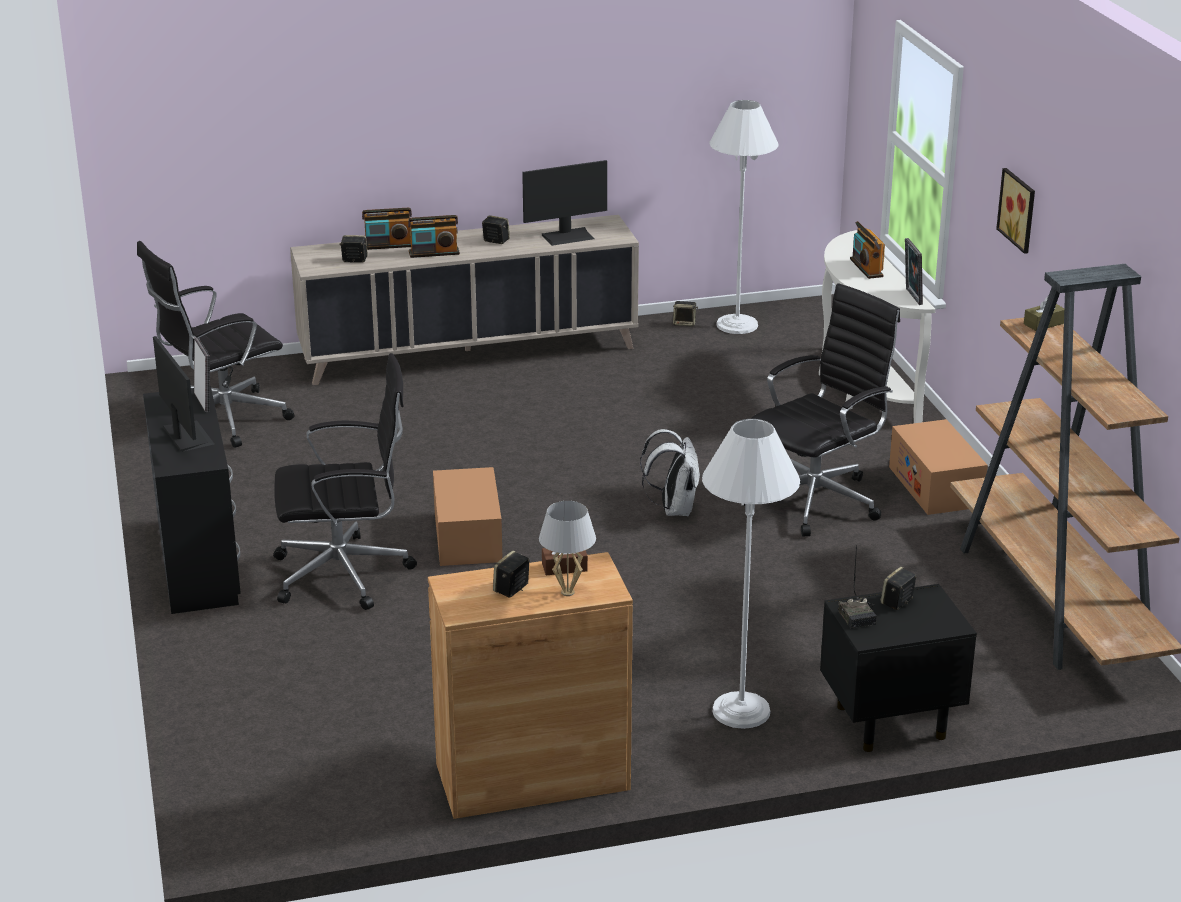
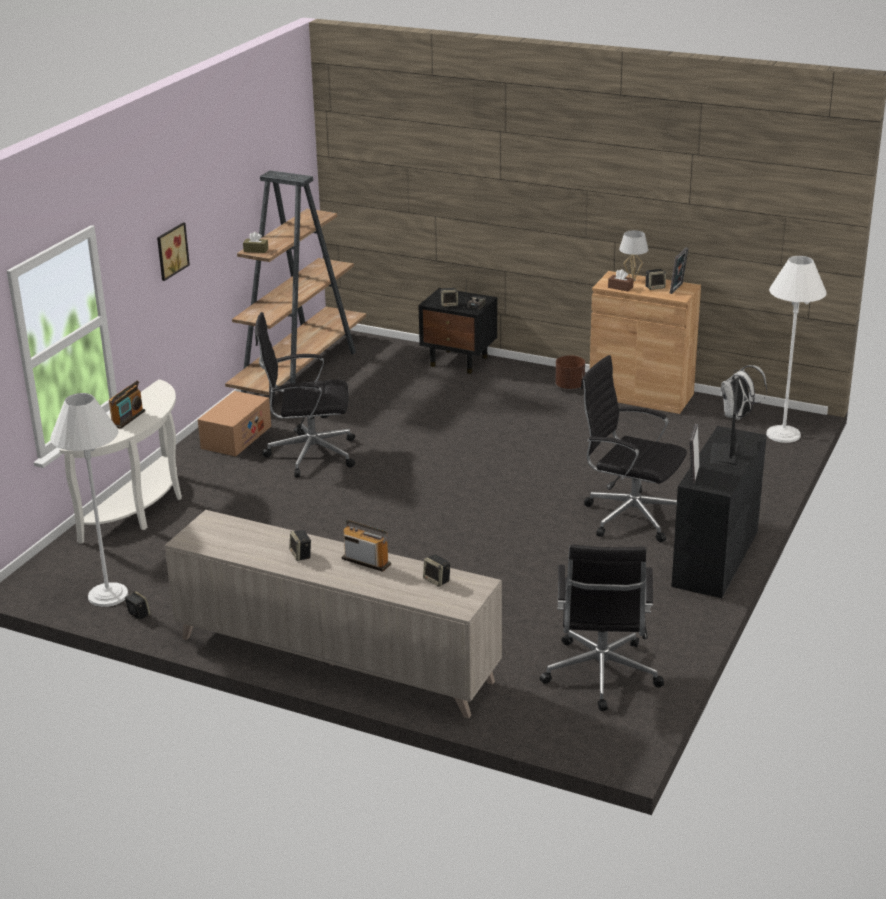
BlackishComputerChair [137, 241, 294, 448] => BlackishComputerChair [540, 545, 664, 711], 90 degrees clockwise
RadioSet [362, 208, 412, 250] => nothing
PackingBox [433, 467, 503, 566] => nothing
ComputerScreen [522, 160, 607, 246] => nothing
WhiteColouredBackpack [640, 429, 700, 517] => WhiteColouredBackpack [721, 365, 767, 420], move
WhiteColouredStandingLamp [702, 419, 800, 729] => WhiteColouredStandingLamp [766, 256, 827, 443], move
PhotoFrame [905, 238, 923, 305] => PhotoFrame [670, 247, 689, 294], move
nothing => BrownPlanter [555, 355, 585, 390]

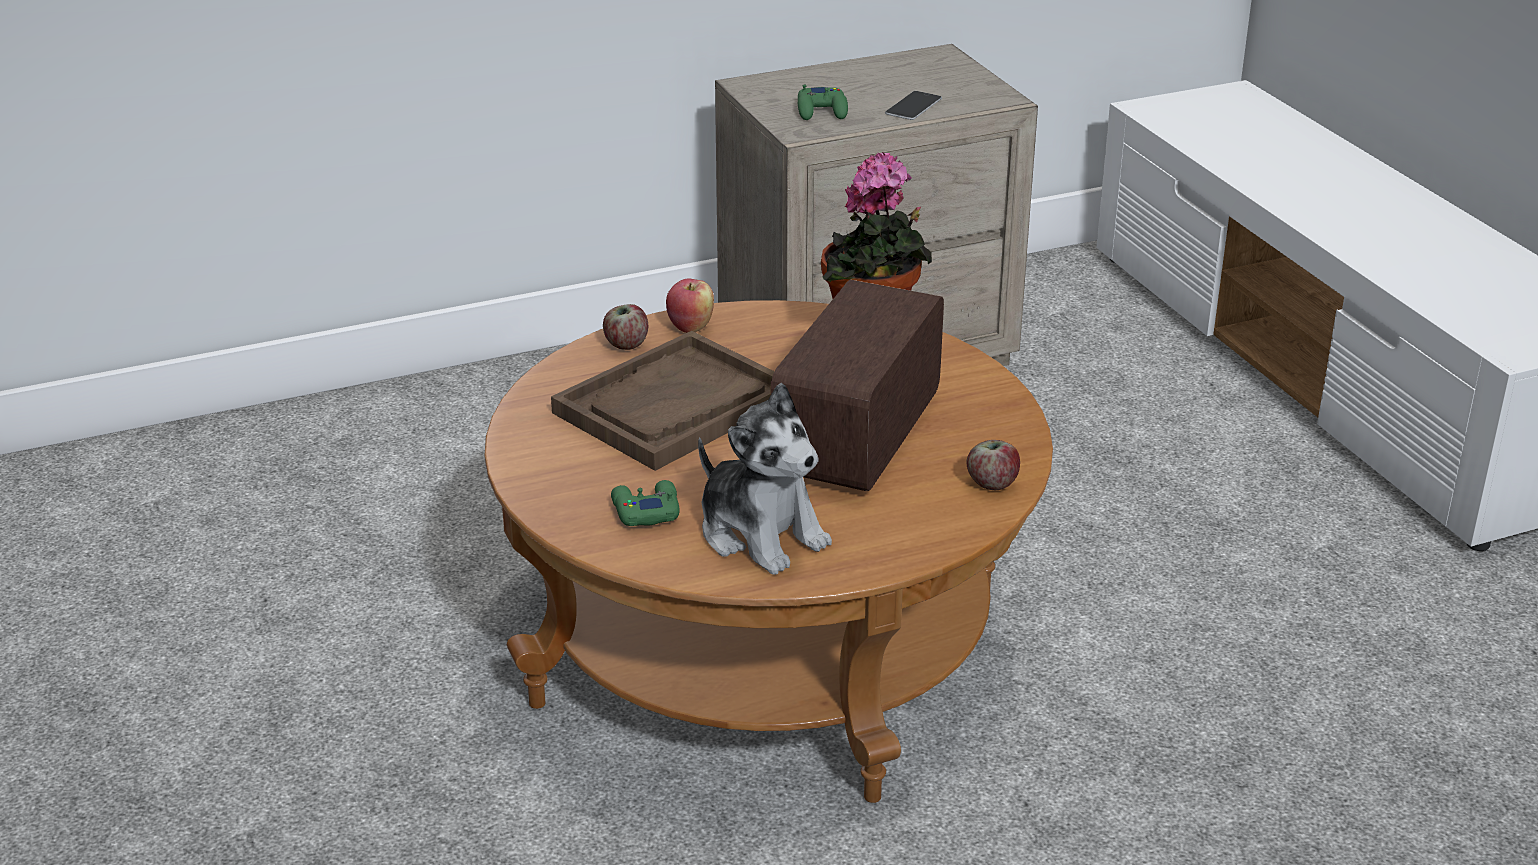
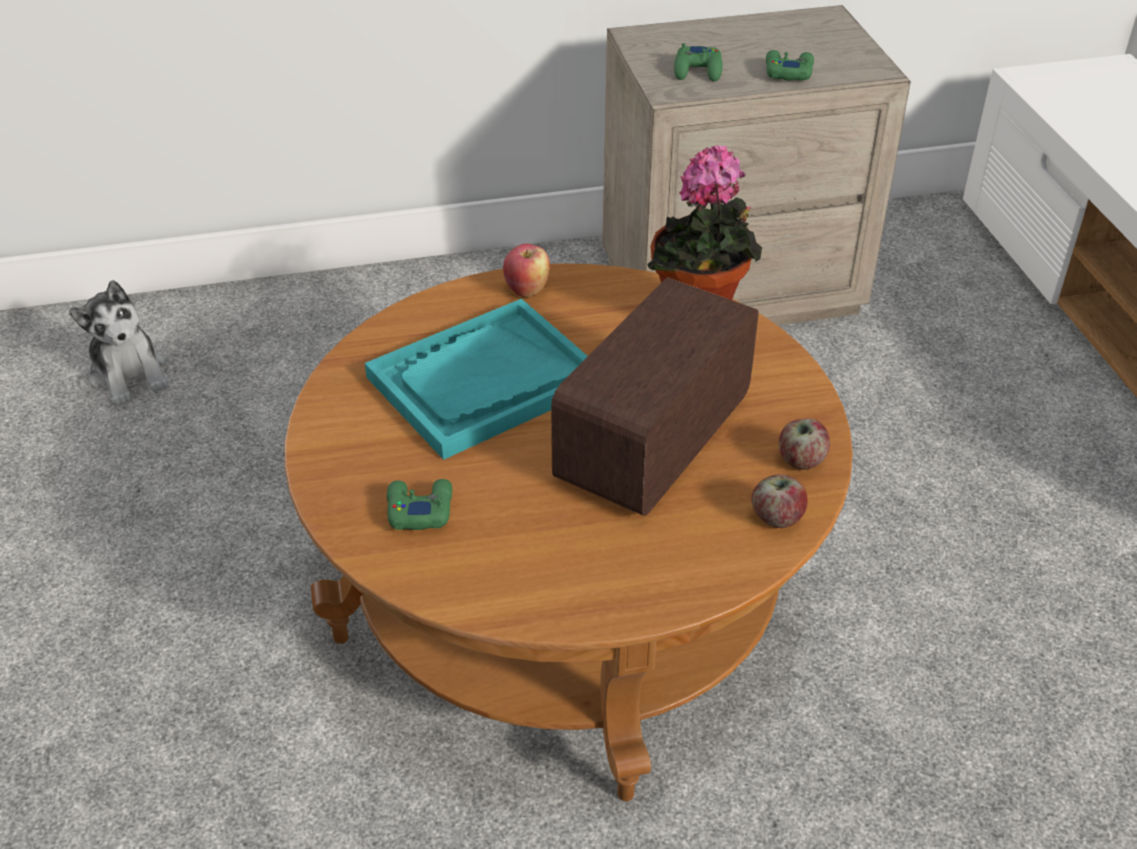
BrownServingTray [551, 331, 774, 471] => BlueGreenServingTray [365, 299, 588, 460]
WholeApple [603, 304, 648, 350] => WholeApple [779, 419, 830, 470], move
CuddlyToy [698, 382, 832, 575] => CuddlyToy [69, 280, 169, 406], move
Phone [885, 91, 942, 120] => GreenGamepad [766, 50, 814, 80]

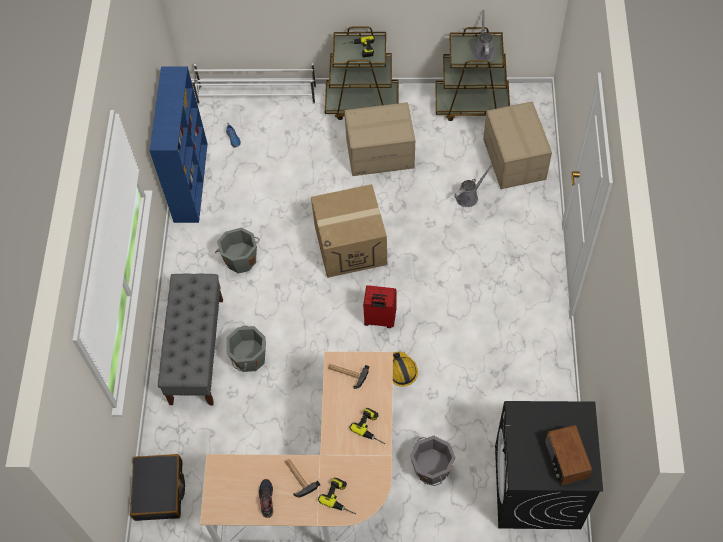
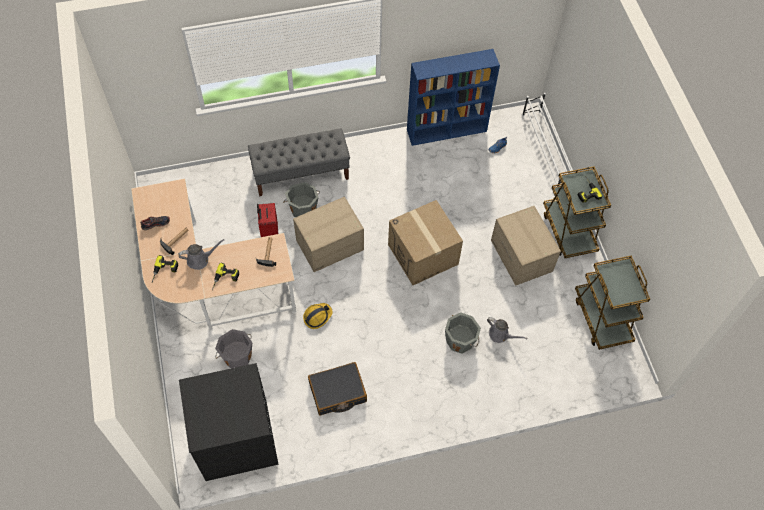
BlackishTravelCase [130, 454, 185, 521] => BlackishTravelCase [308, 362, 367, 415], move
GrayPail [215, 227, 260, 273] => GrayPail [445, 312, 481, 354], move
RedTravelCase [363, 285, 397, 328] => RedTravelCase [257, 203, 278, 237], move
GraySprinklingCan [473, 10, 495, 63] => GraySprinklingCan [178, 239, 224, 270], move
PackingBox [483, 101, 552, 189] => PackingBox [293, 197, 364, 272], move
RadioSet [545, 425, 592, 485] => nothing

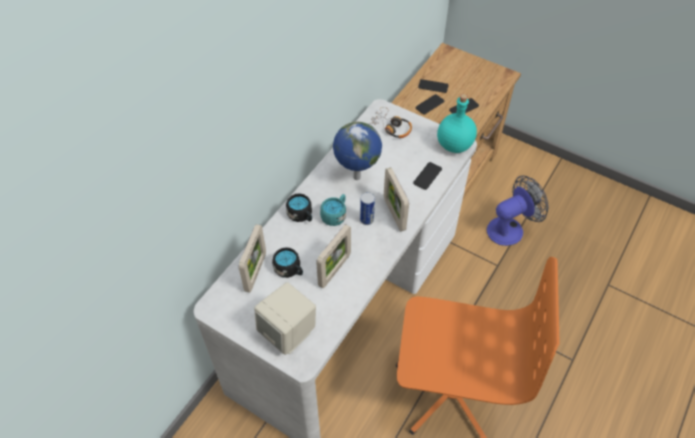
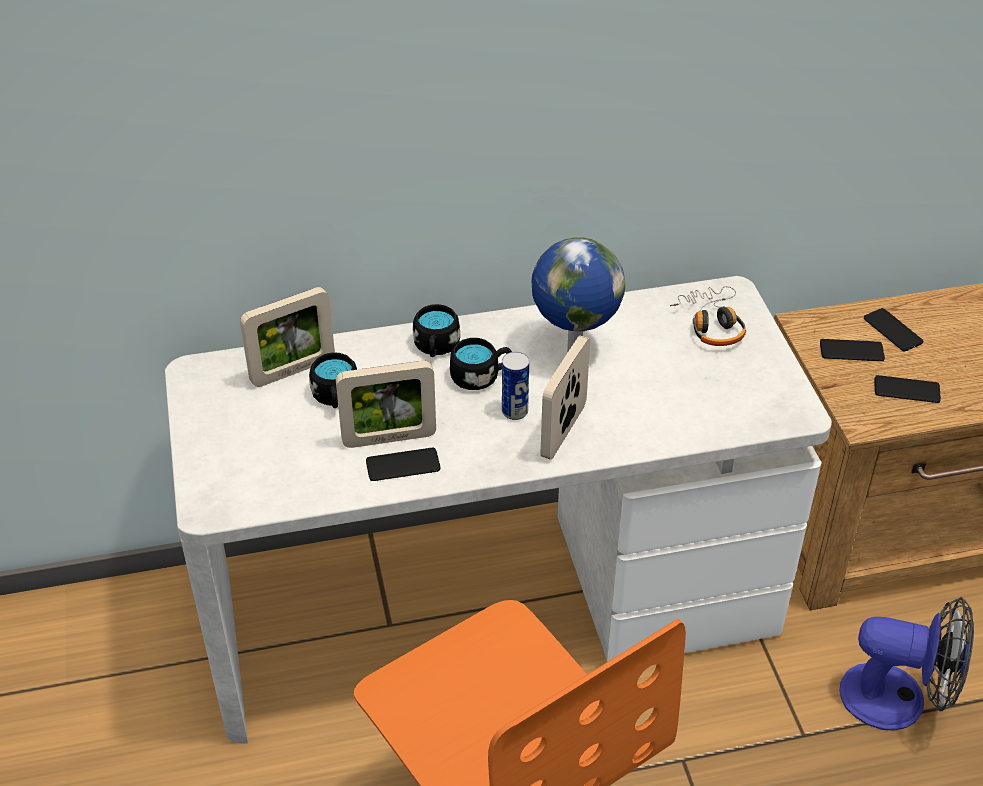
BeigeColouredAudioSpeaker [254, 282, 316, 355] => nothing
BlueGreenTeaMug [320, 194, 346, 226] => BlackishTeaMug [450, 338, 512, 390]
Phone [413, 162, 442, 190] => Phone [366, 448, 440, 481], move
BlueGreenBeverageBottle [437, 94, 477, 153] => nothing

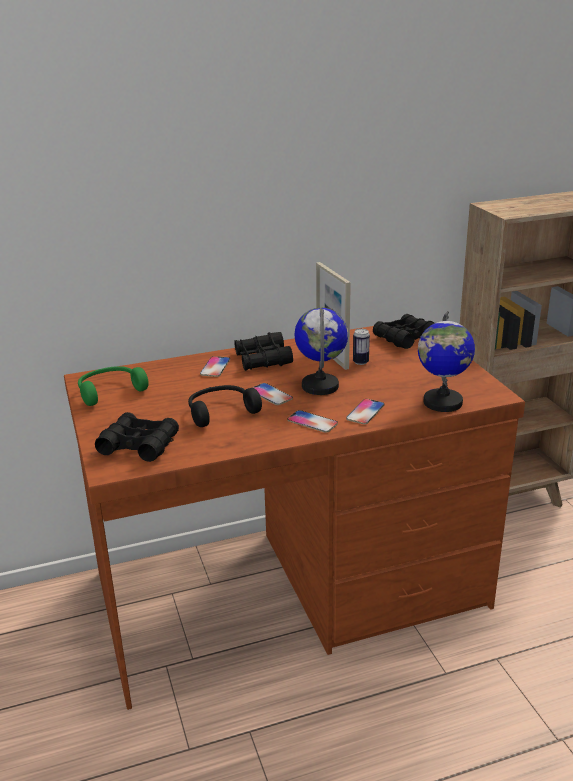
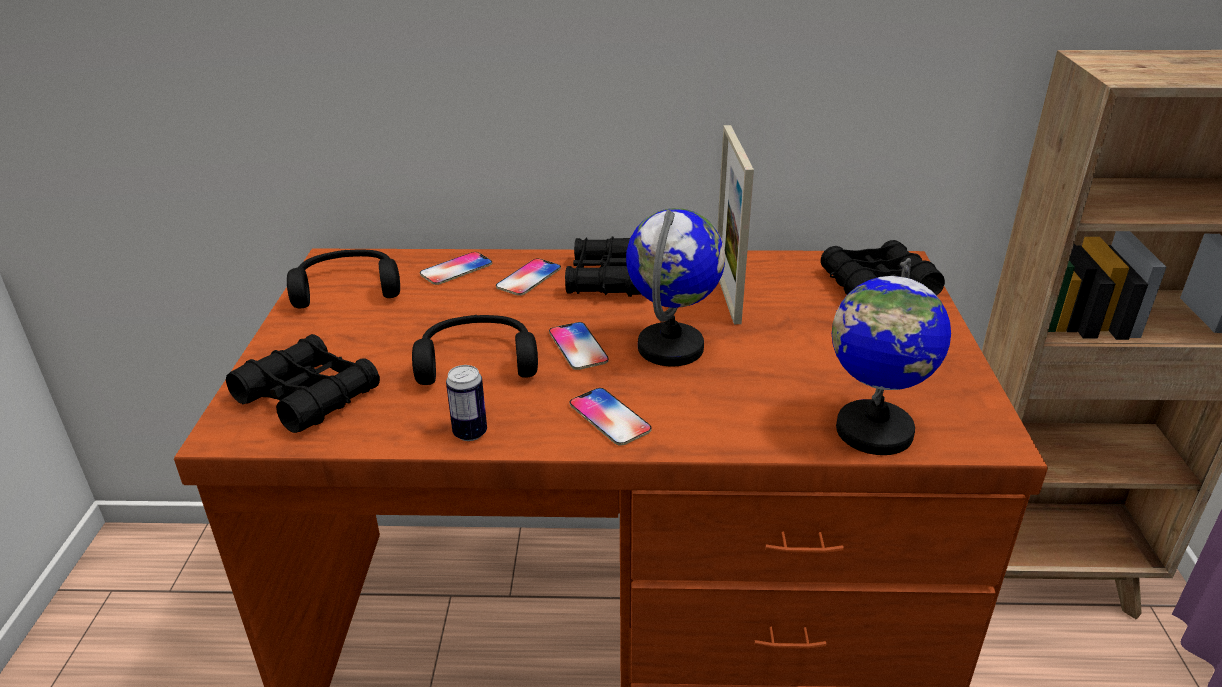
GreenHeadset [78, 366, 149, 406] => BlackishHeadset [287, 250, 400, 308]
Phone [346, 399, 384, 424] => Phone [420, 252, 492, 285], move
SealedCan [353, 329, 370, 365] => SealedCan [446, 365, 487, 441], move

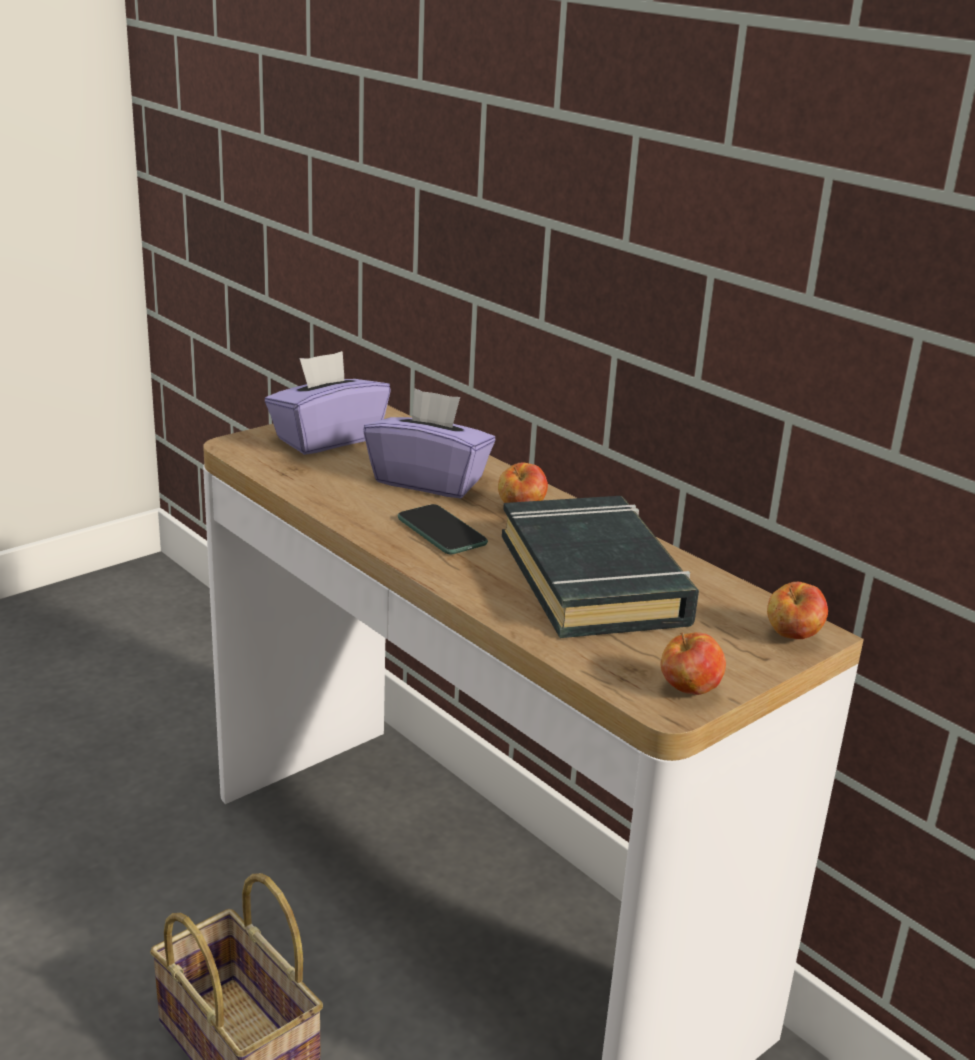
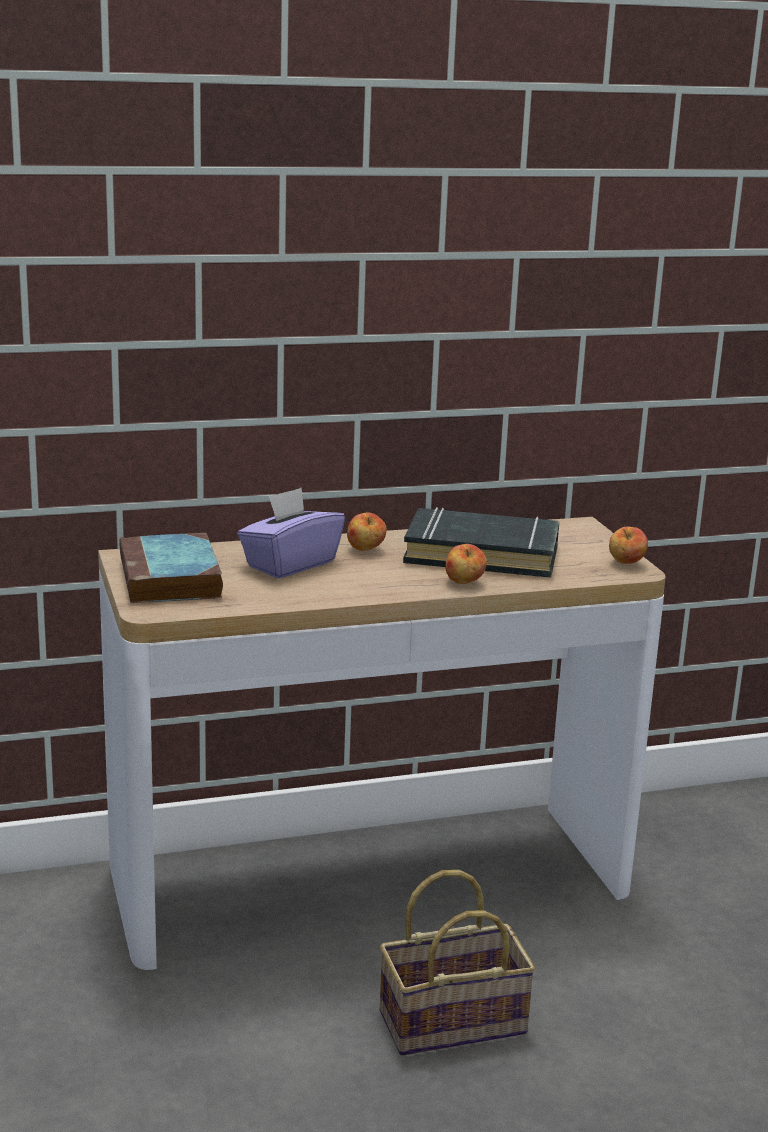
PurpleColouredBoxOfTissues [265, 351, 391, 455] => Book [119, 533, 223, 603]
Phone [398, 504, 488, 554] => nothing
WholeApple [767, 582, 828, 639] => WholeApple [445, 544, 487, 584], move

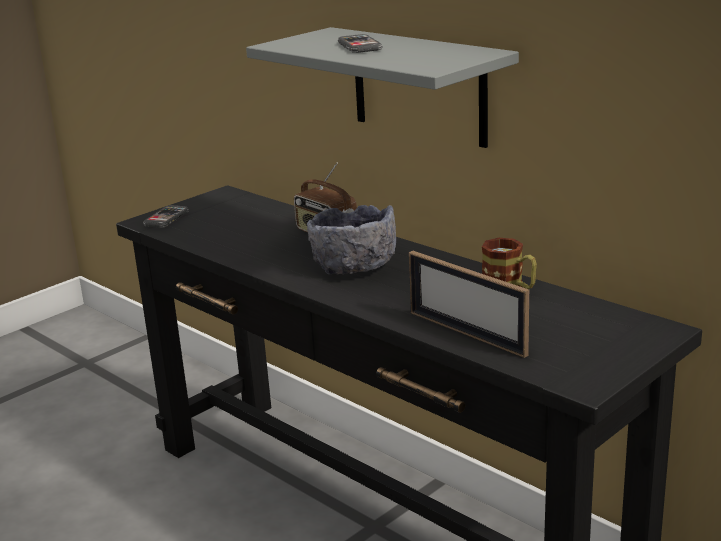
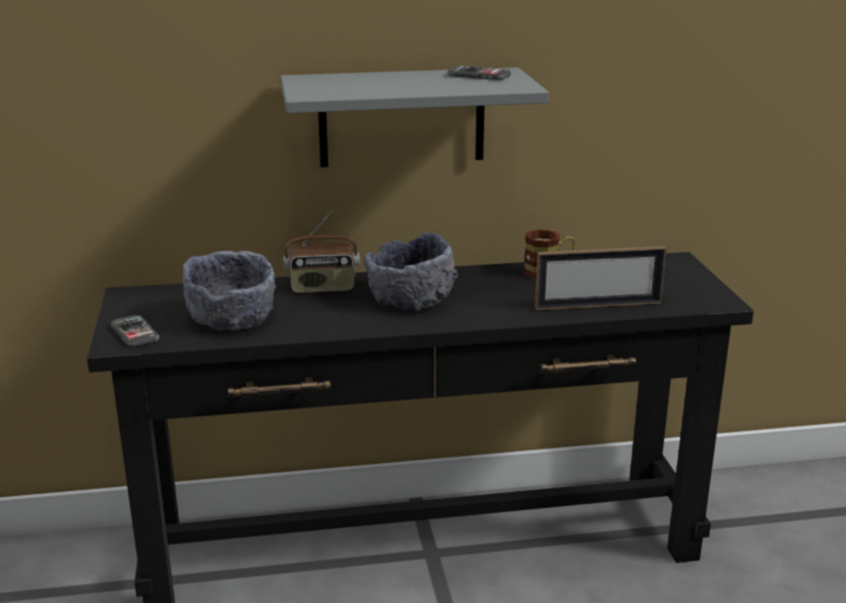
Phone [338, 34, 383, 53] => Phone [447, 66, 511, 80], move
nothing => GrayBowl [183, 251, 276, 331]

